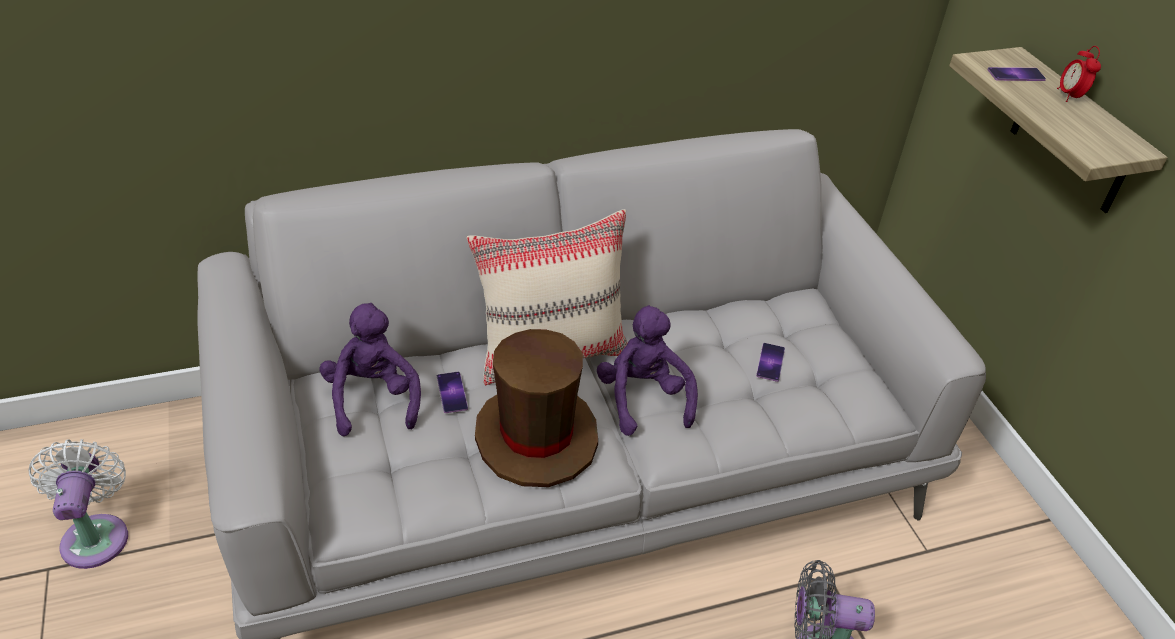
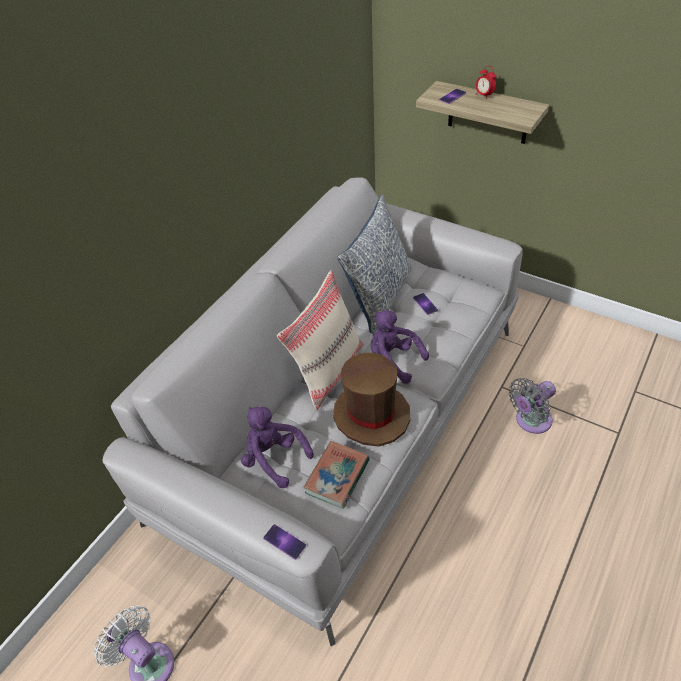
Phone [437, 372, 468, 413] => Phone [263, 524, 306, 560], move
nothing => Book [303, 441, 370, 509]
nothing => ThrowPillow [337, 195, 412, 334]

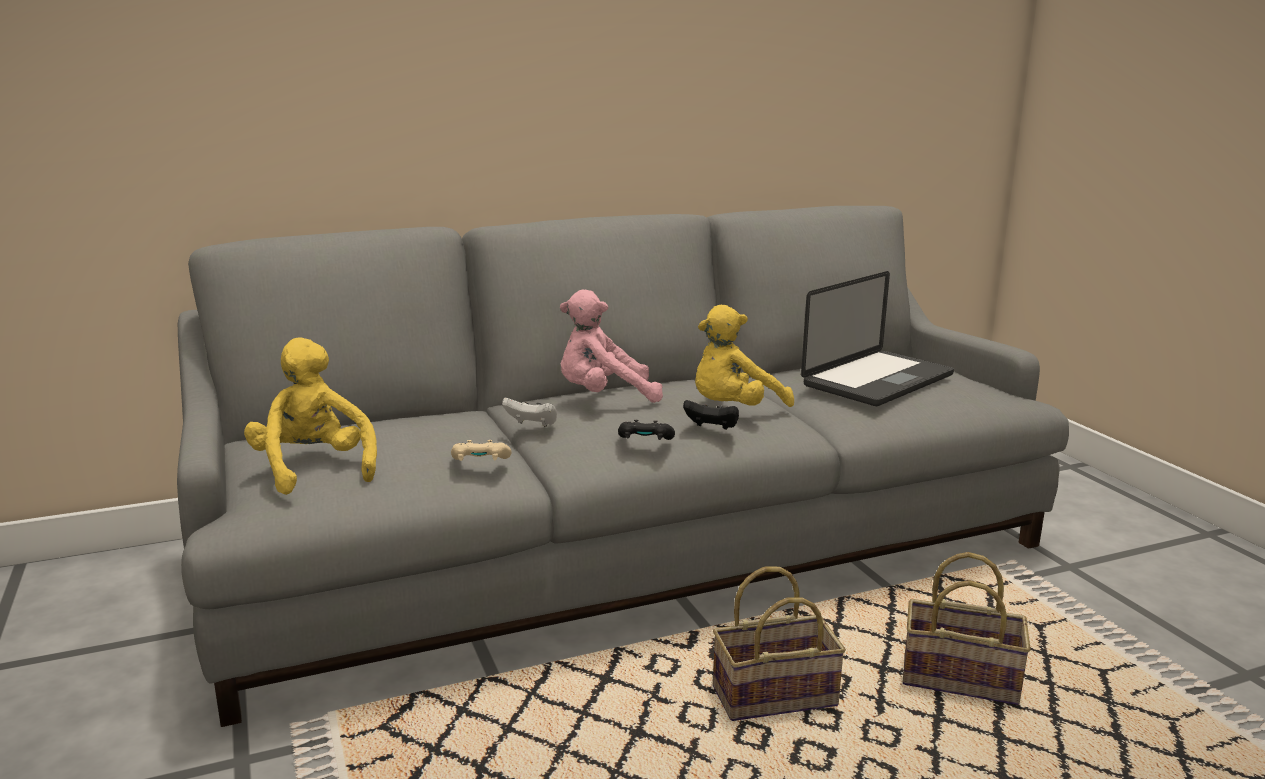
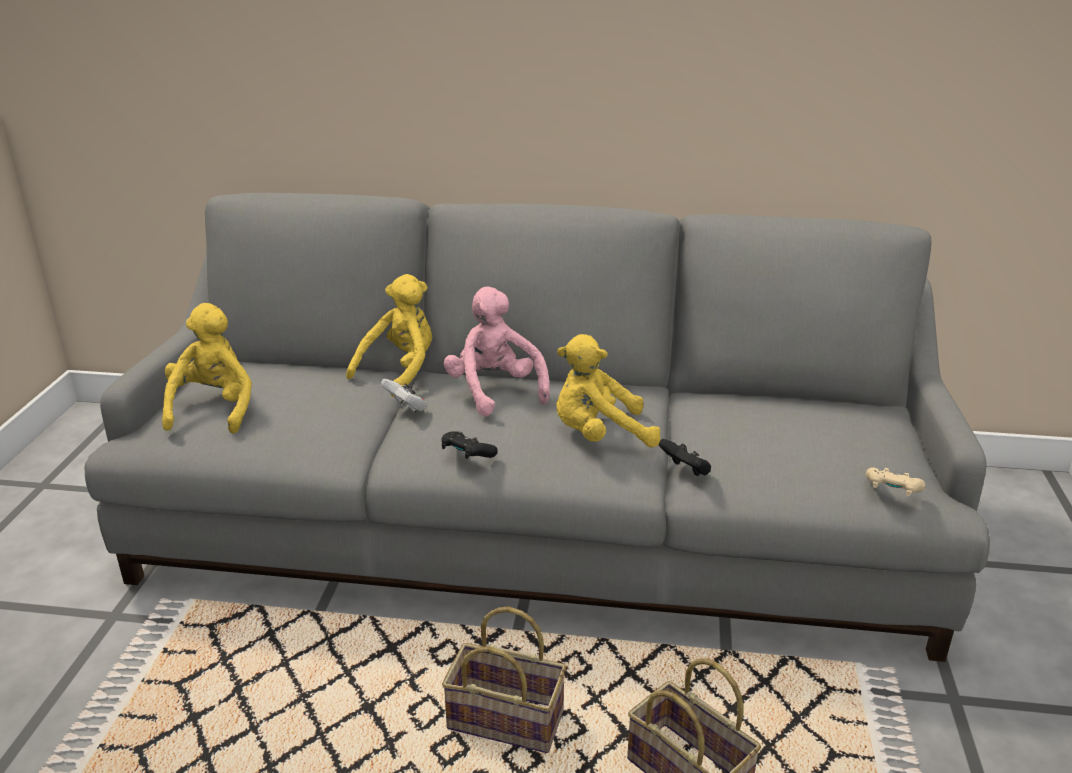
BeigeColouredGamepad [451, 440, 511, 461] => BeigeColouredGamepad [866, 467, 926, 496], move
PinkCuddlyToy [560, 289, 663, 403] => PinkCuddlyToy [444, 287, 550, 417], 45 degrees clockwise
BlackishGamepad [683, 400, 739, 430] => BlackishGamepad [659, 439, 711, 476], move
Laptop [801, 271, 954, 406] => nothing
nothing => YellowCuddlyToy [346, 274, 432, 398]

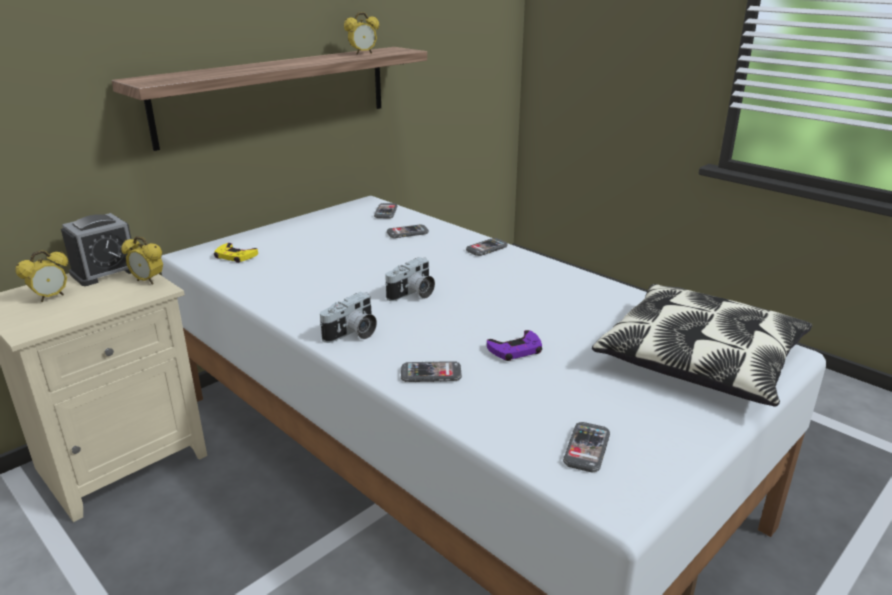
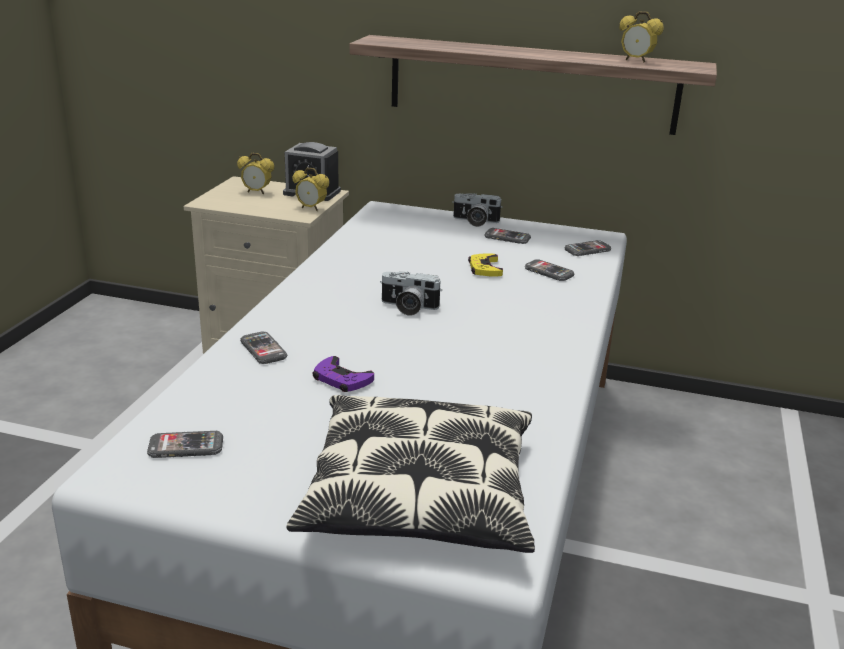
BedsideClock [121, 236, 163, 284] => BedsideClock [293, 167, 329, 211], 60 degrees counterclockwise
YellowGamepad [214, 243, 258, 263] => YellowGamepad [468, 253, 503, 276], move
StillCamera [320, 292, 377, 343] => StillCamera [452, 193, 503, 227], move
Phone [466, 238, 508, 256] => Phone [484, 228, 531, 244], move

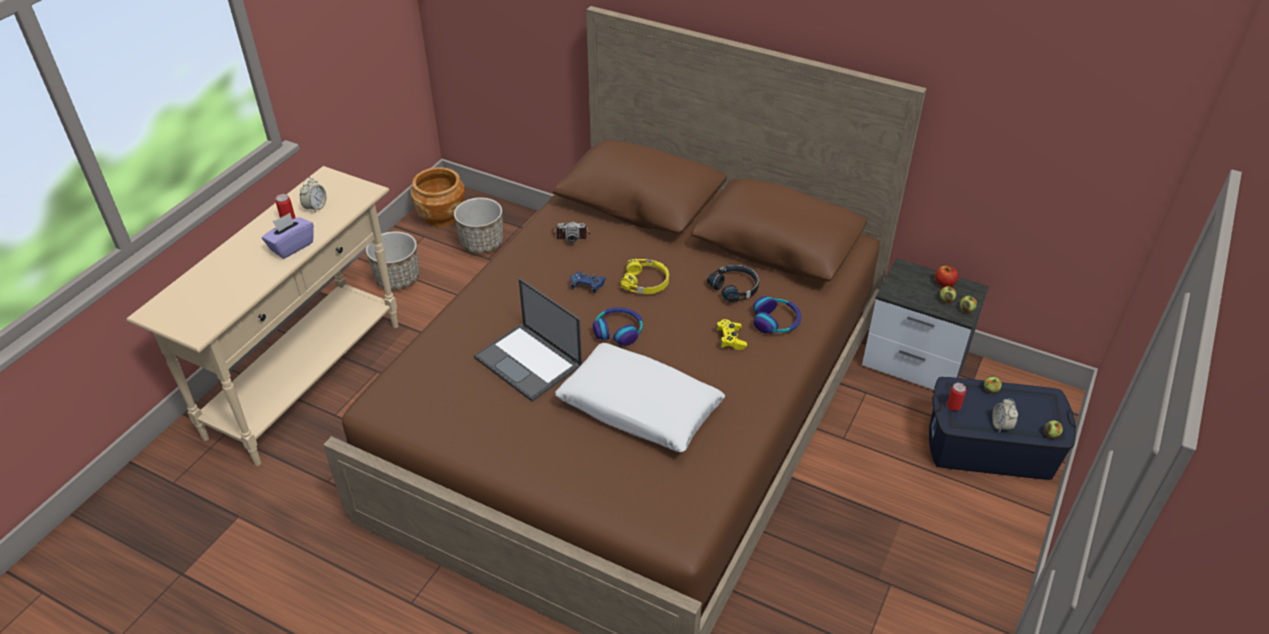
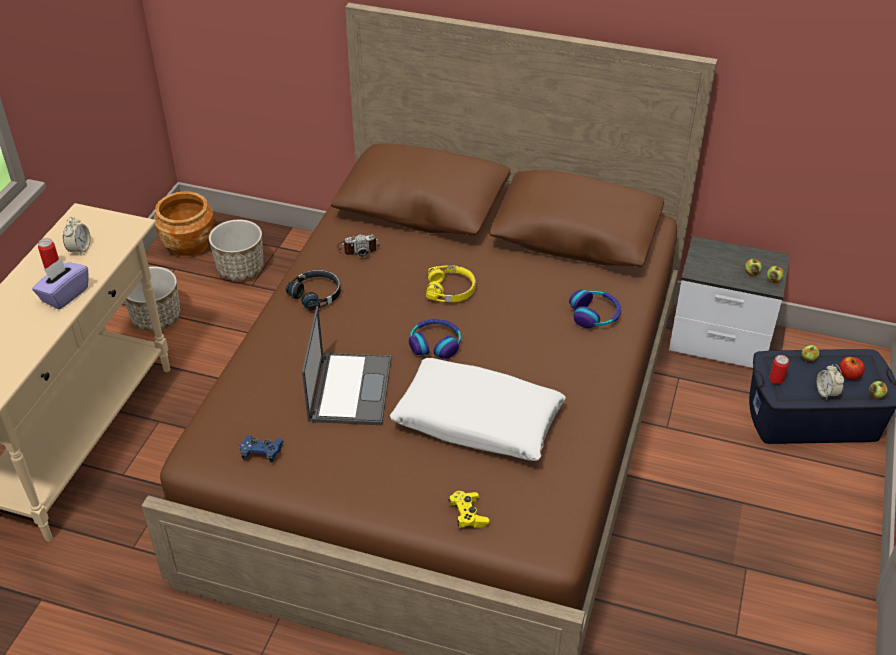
Laptop [474, 278, 582, 402] => Laptop [302, 306, 392, 425], 120 degrees counterclockwise
BlueColouredGamepad [571, 271, 606, 293] => BlueColouredGamepad [240, 435, 283, 463], move
BlackishHeadset [707, 264, 759, 302] => BlackishHeadset [285, 270, 340, 311], move
YellowGamepad [716, 319, 747, 350] => YellowGamepad [448, 491, 489, 528], move
WholeApple [935, 265, 958, 287] => WholeApple [839, 357, 865, 380], move

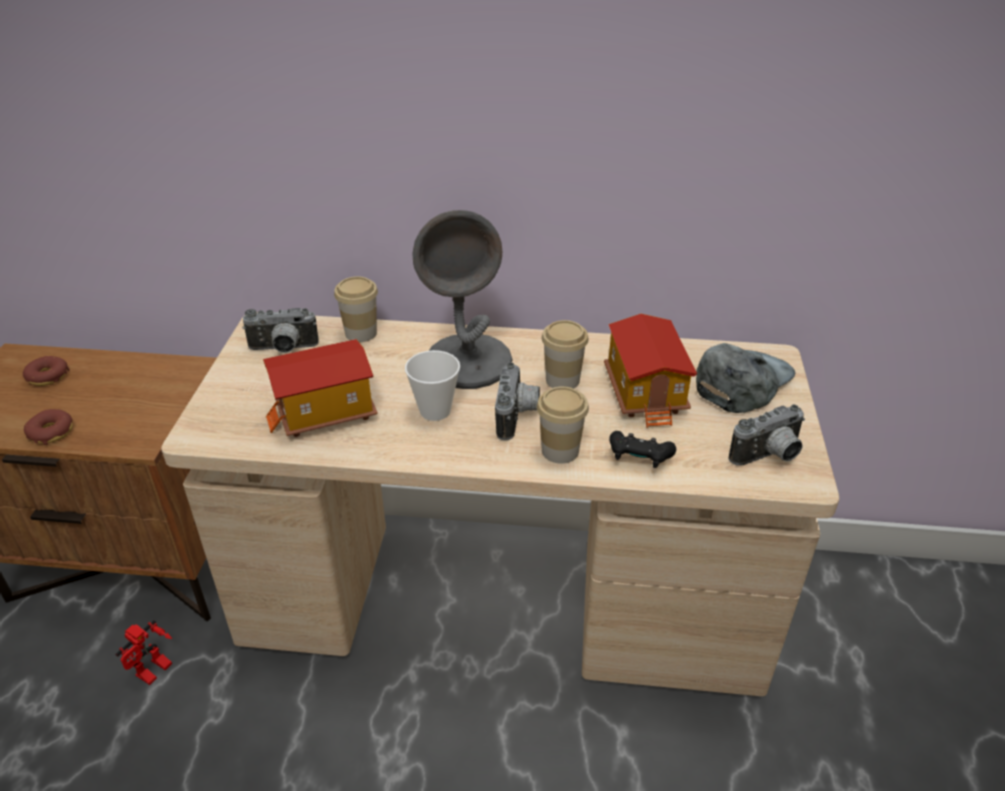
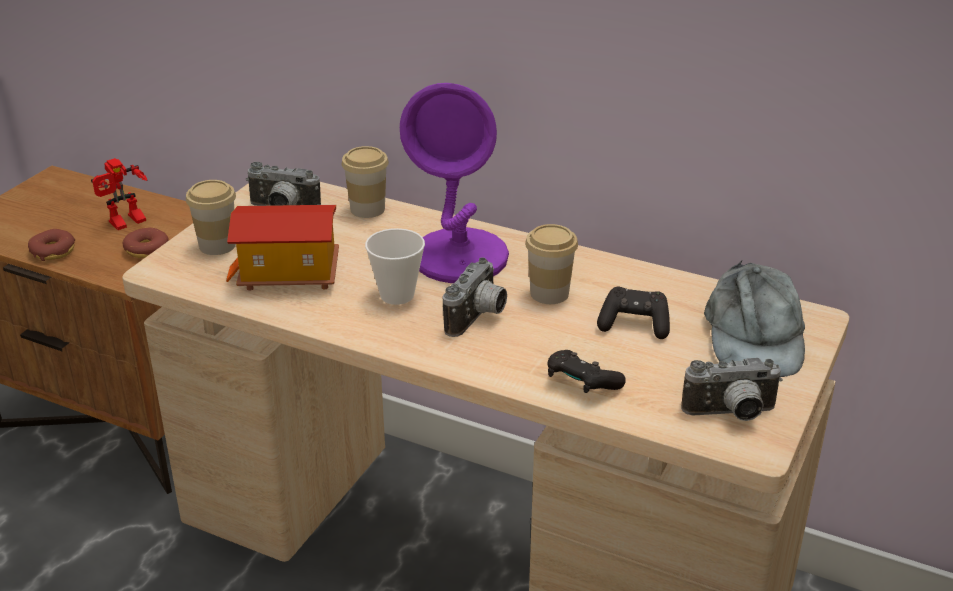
Doughnut [23, 356, 70, 386] => Doughnut [123, 228, 169, 258], move
ToyRobot [115, 620, 172, 685] => ToyRobot [91, 158, 148, 230], move
GrayLampForATable [412, 210, 512, 389] => PurpleColouredLampForATable [400, 83, 509, 283]
DrinkingCup [537, 386, 589, 464] => DrinkingCup [186, 180, 236, 255], move
ModelHouse [604, 314, 697, 428] => BlackishGamepad [597, 287, 670, 339]
GrayPeakedCap [696, 343, 795, 413] => GrayPeakedCap [704, 261, 805, 377], 120 degrees clockwise

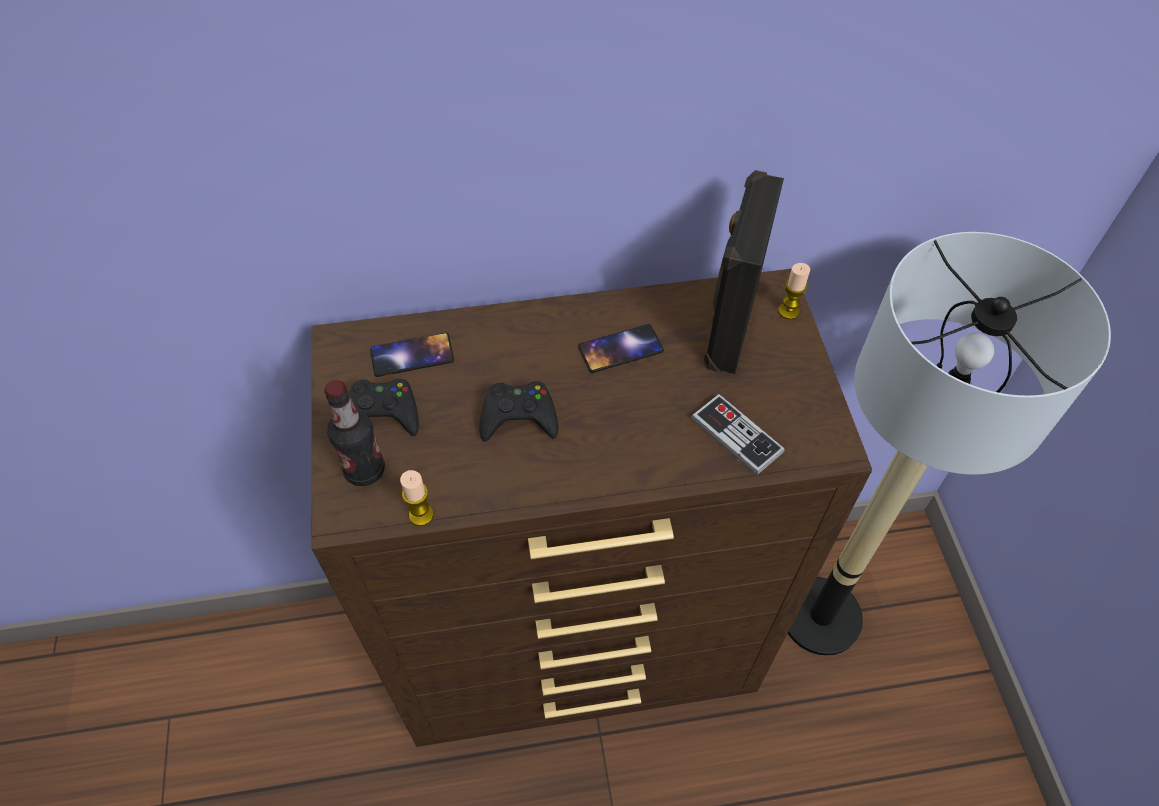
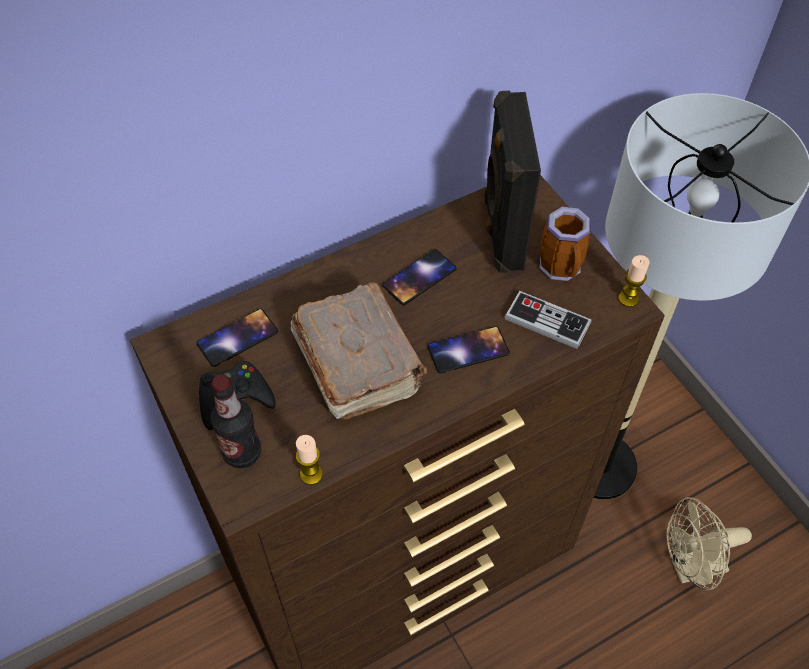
BlackishGamepad [479, 381, 559, 442] => BrownBook [290, 282, 427, 419]
Candle [778, 263, 810, 319] => Candle [618, 255, 649, 307], move
nothing => Phone [428, 326, 510, 373]
nothing => TeaMug [540, 207, 591, 281]
nothing => BeigeColouredCoolingFan [666, 497, 752, 590]

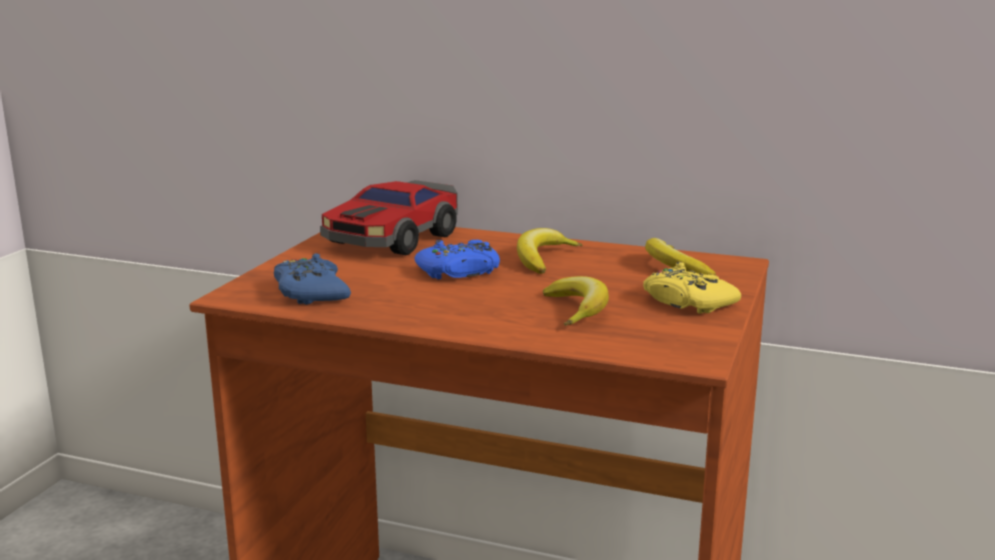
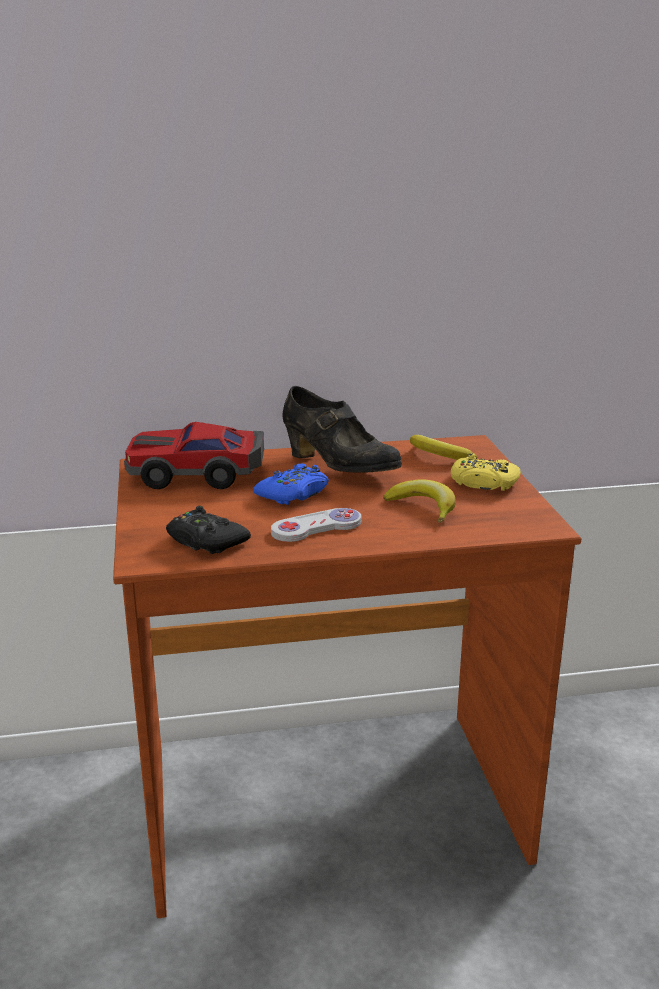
BlueColouredGamepad [274, 253, 351, 305] => BlackishGamepad [166, 506, 251, 554]
ToyCar [320, 180, 458, 255] => ToyCar [124, 422, 264, 489], 90 degrees clockwise
Banana [517, 228, 583, 274] => BlackishShoe [282, 386, 402, 473]
nothing => WhiteColouredGamepad [271, 508, 362, 542]

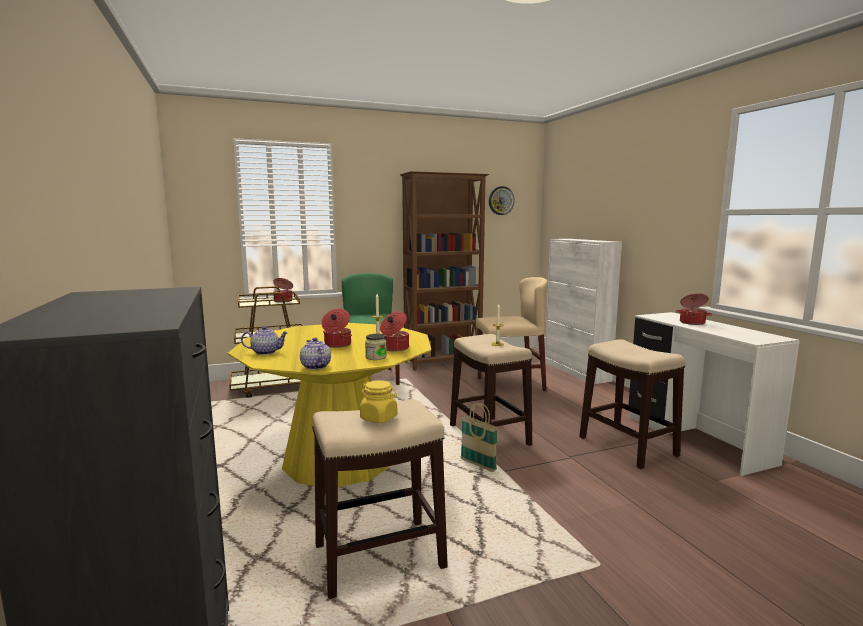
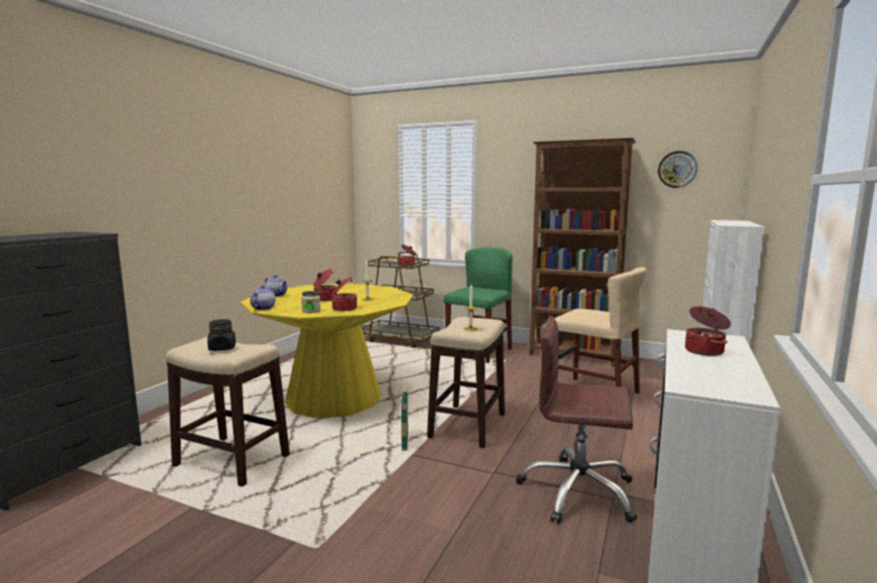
YellowPreserveJar [360, 380, 397, 423] => BlackishPreserveJar [207, 319, 236, 351]
SittingStool [579, 339, 686, 469] => BrownComputerChair [516, 316, 637, 524]

